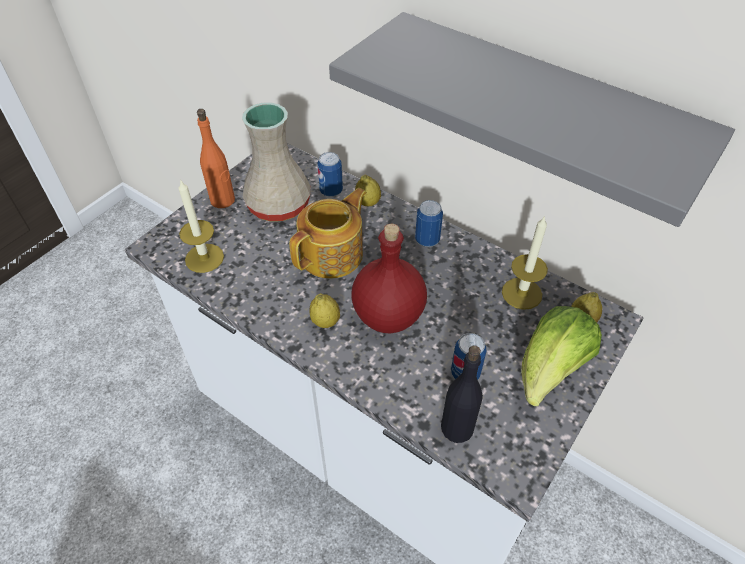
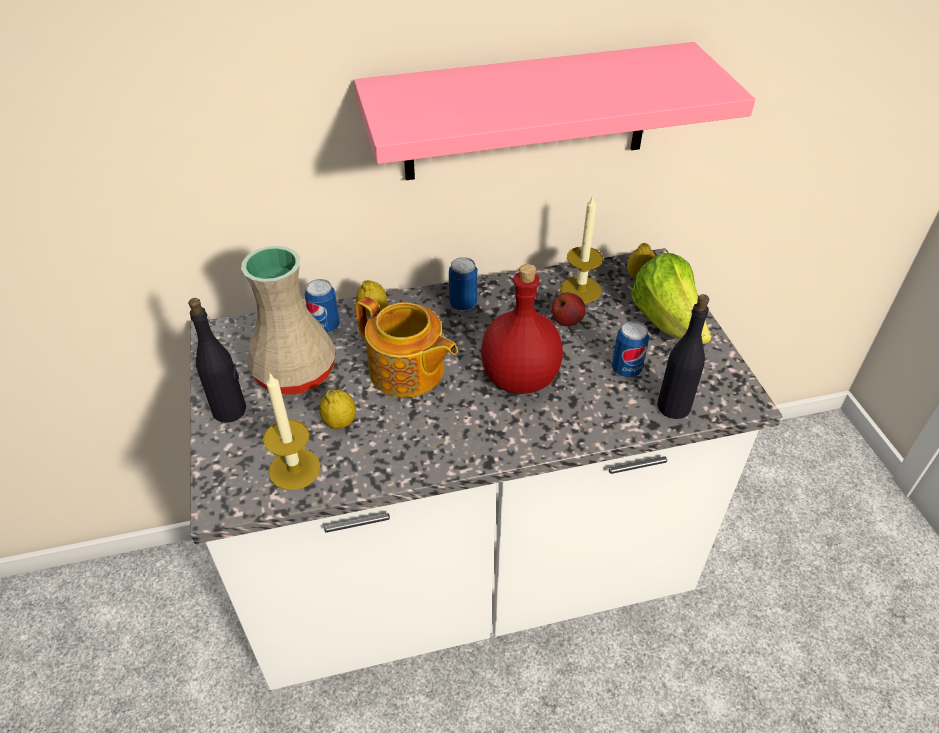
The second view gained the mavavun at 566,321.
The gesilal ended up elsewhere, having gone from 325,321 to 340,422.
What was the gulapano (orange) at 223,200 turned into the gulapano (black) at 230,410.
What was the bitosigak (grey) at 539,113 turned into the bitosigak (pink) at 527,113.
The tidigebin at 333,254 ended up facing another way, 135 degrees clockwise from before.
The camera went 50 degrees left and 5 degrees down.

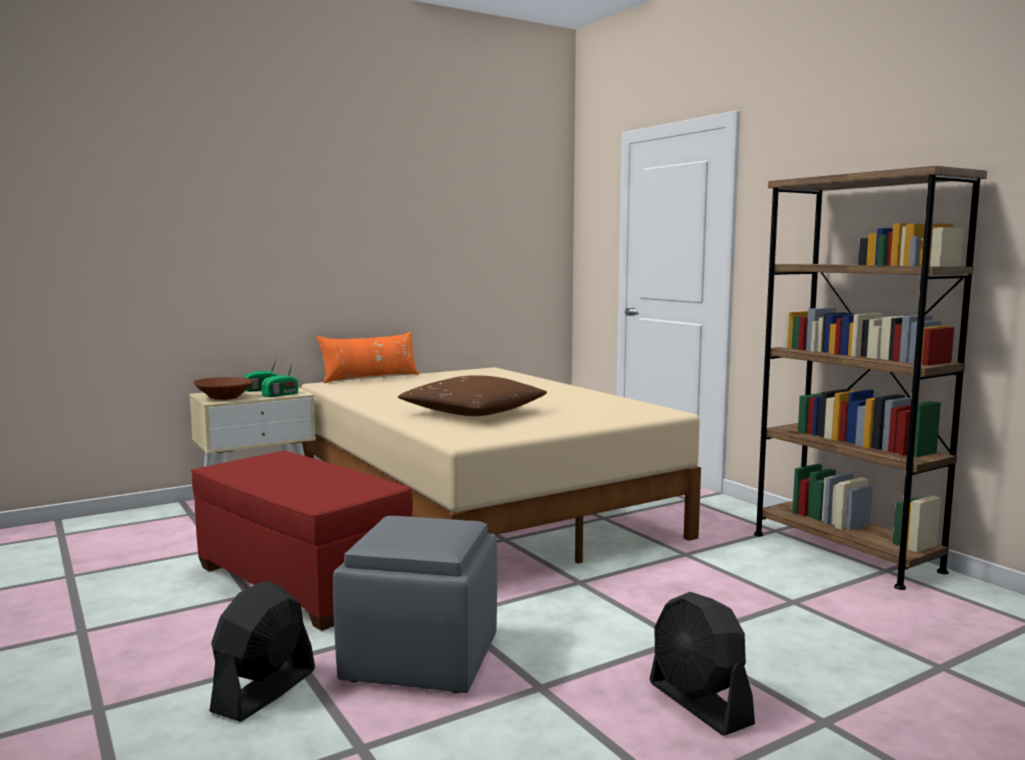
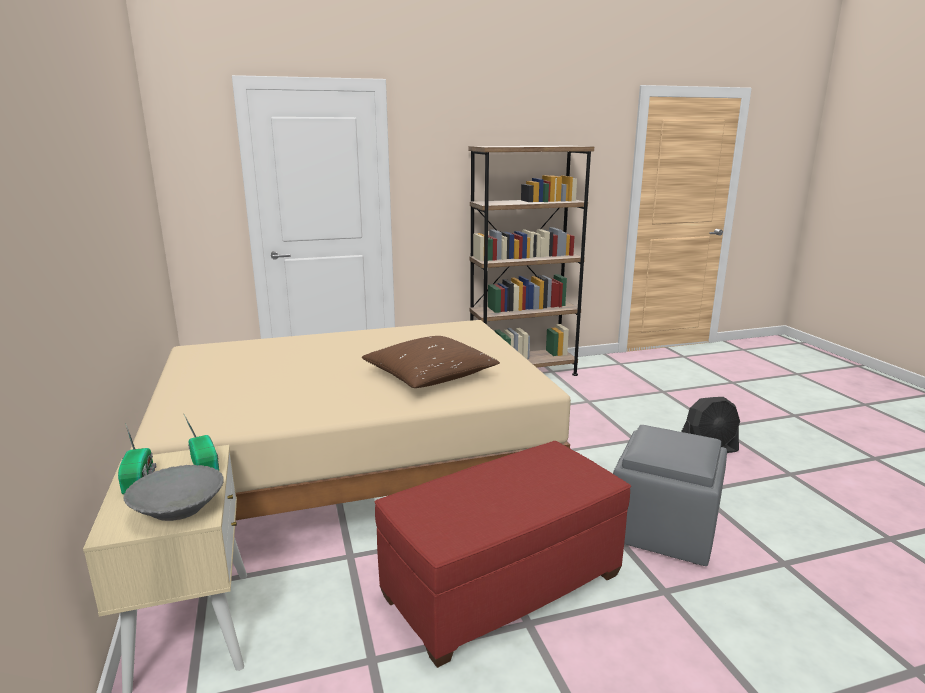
The second view lost the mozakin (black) at 264,691.
The second view lost the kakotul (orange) at 370,378.
What was the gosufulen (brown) at 225,398 turned into the gosufulen (grey) at 178,509.
The camera went 75 degrees left and 10 degrees up.

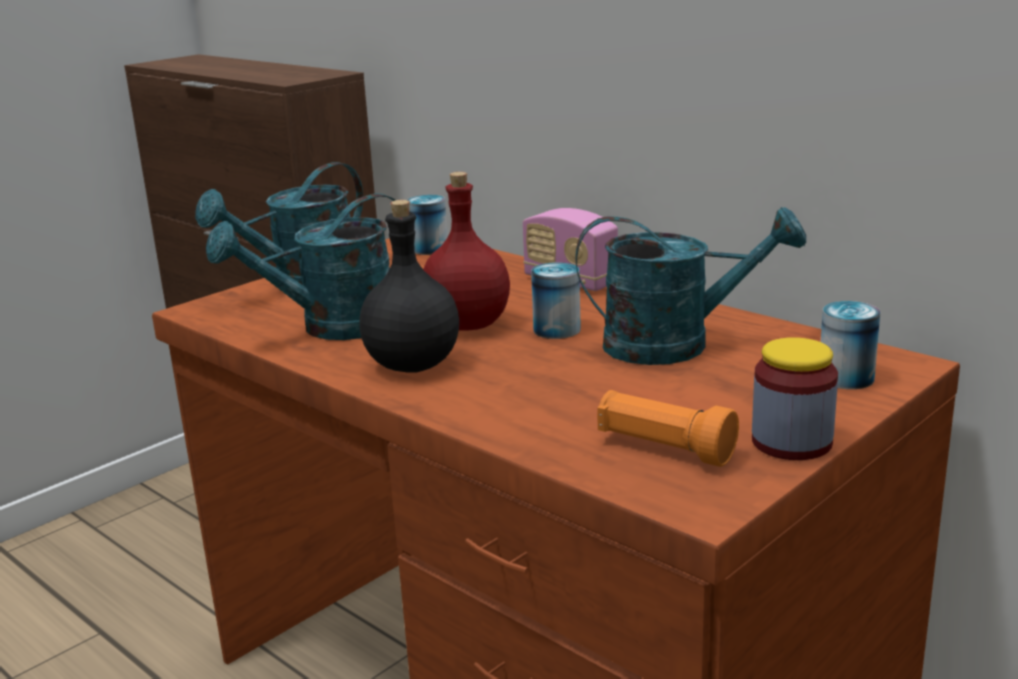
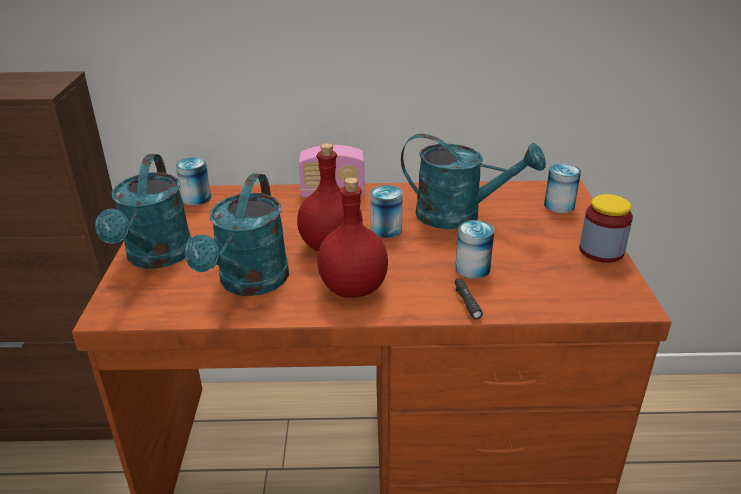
The second view lost the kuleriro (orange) at 663,448.
The second view gained the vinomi at 472,268.
The second view gained the kuleriro (black) at 466,302.
What was the gulapano (black) at 414,365 turned into the gulapano (red) at 354,288.
The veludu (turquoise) at 676,344 ended up facing another way, 60 degrees clockwise from before.
The camera went 45 degrees left and 10 degrees up.

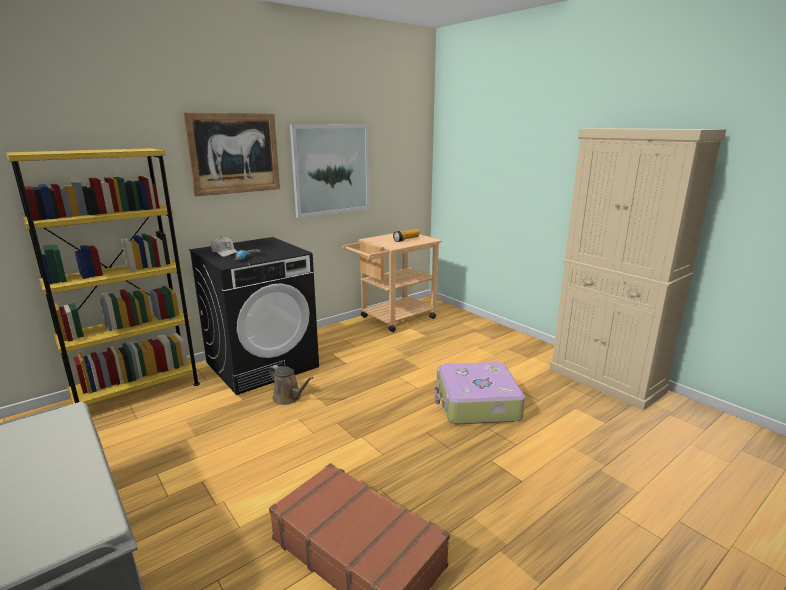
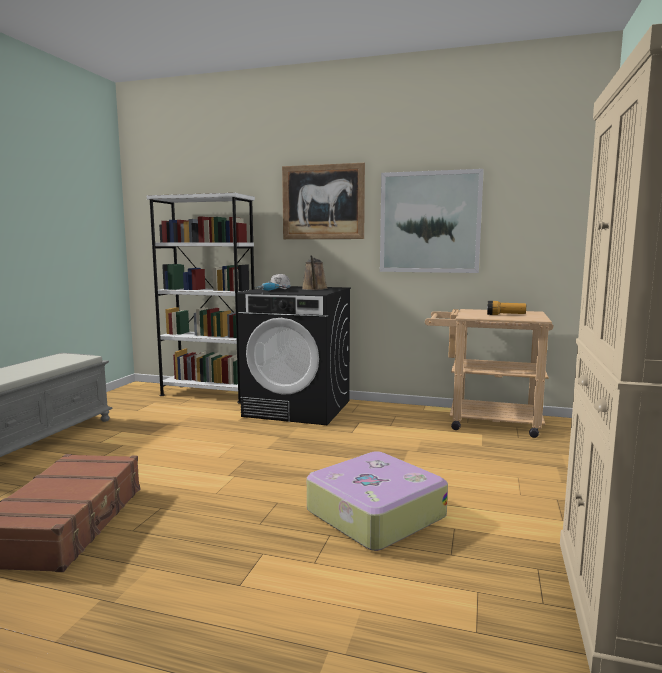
The veludu (brown) ended up elsewhere, having gone from 289,398 to 314,289.
What was the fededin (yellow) at 137,392 turned into the fededin (white) at 209,394.
The camera went 55 degrees right and 10 degrees down.

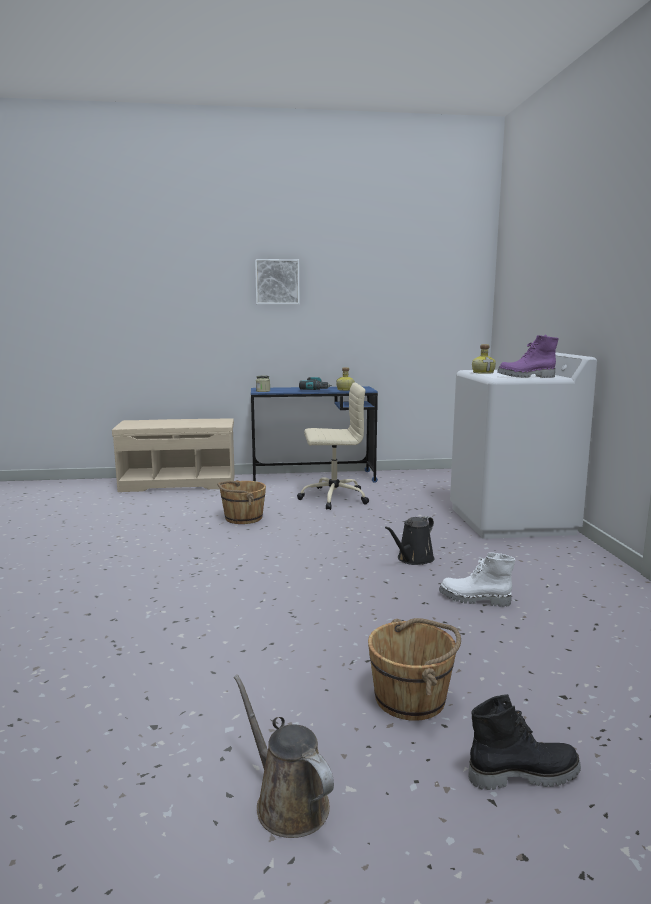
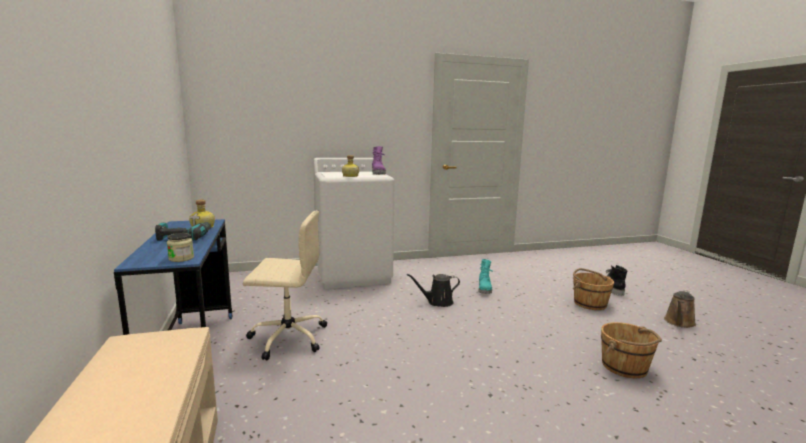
The second view lost the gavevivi at 277,282.
The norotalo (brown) ended up elsewhere, having gone from 242,518 to 625,367.
What was the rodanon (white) at 474,599 turned into the rodanon (turquoise) at 485,289.
The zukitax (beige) at 332,498 ended up facing another way, 105 degrees clockwise from before.
The veludu (black) at 413,559 ended up facing another way, 135 degrees clockwise from before.
The camera went 100 degrees left and 0 degrees up.

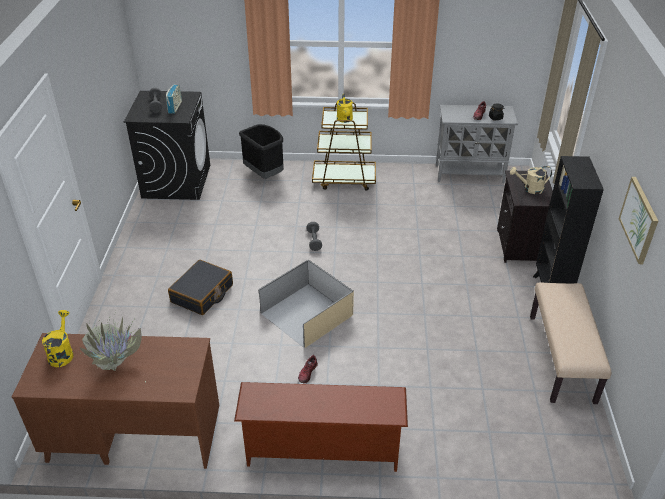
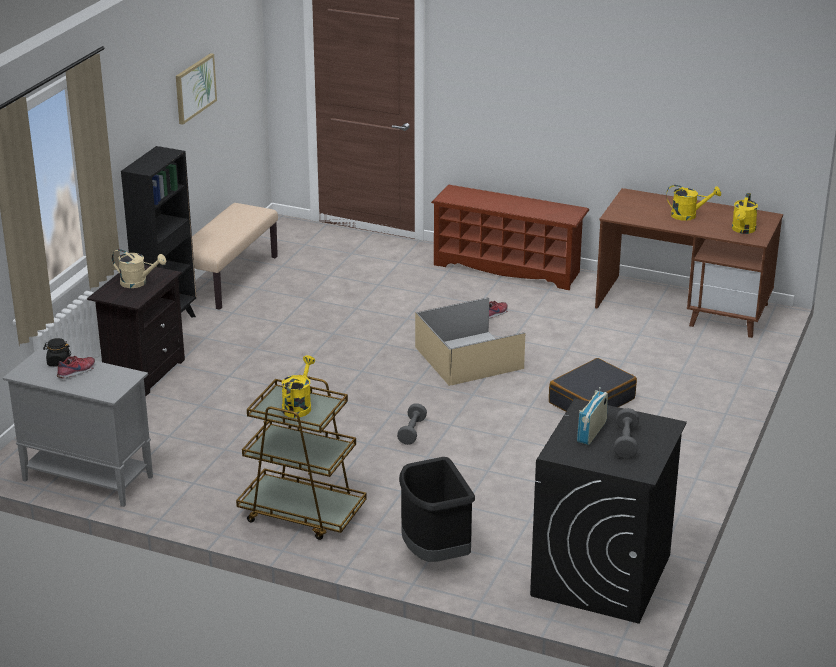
Where the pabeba stood at 117,365, the veludu (yellow) came to stand at 688,215.
The camera went 160 degrees left and 10 degrees down.

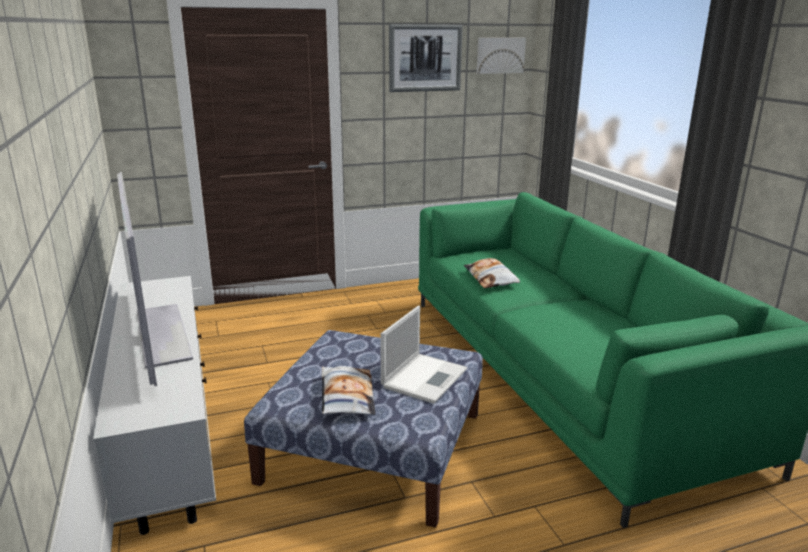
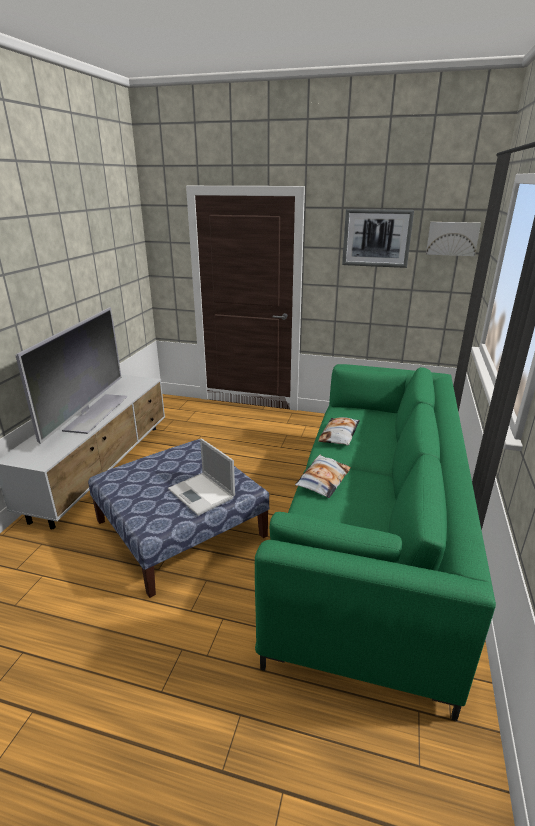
The kakotul ended up elsewhere, having gone from 346,397 to 323,480.
The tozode at 425,377 ended up facing another way, 75 degrees clockwise from before.
The camera went 35 degrees right and 5 degrees up.

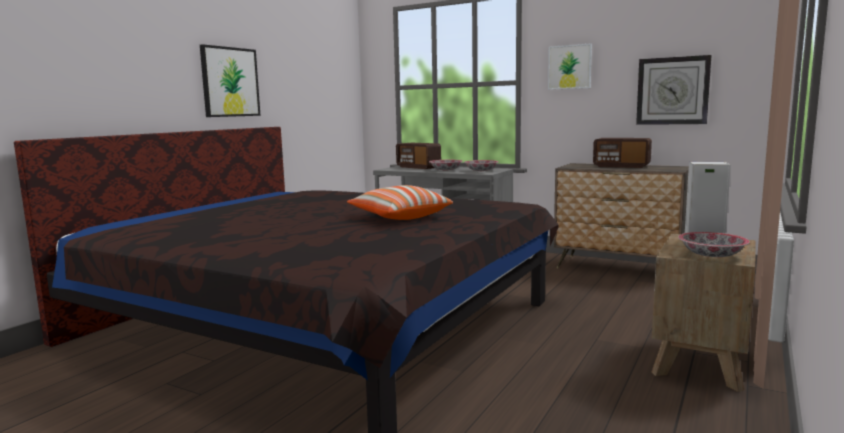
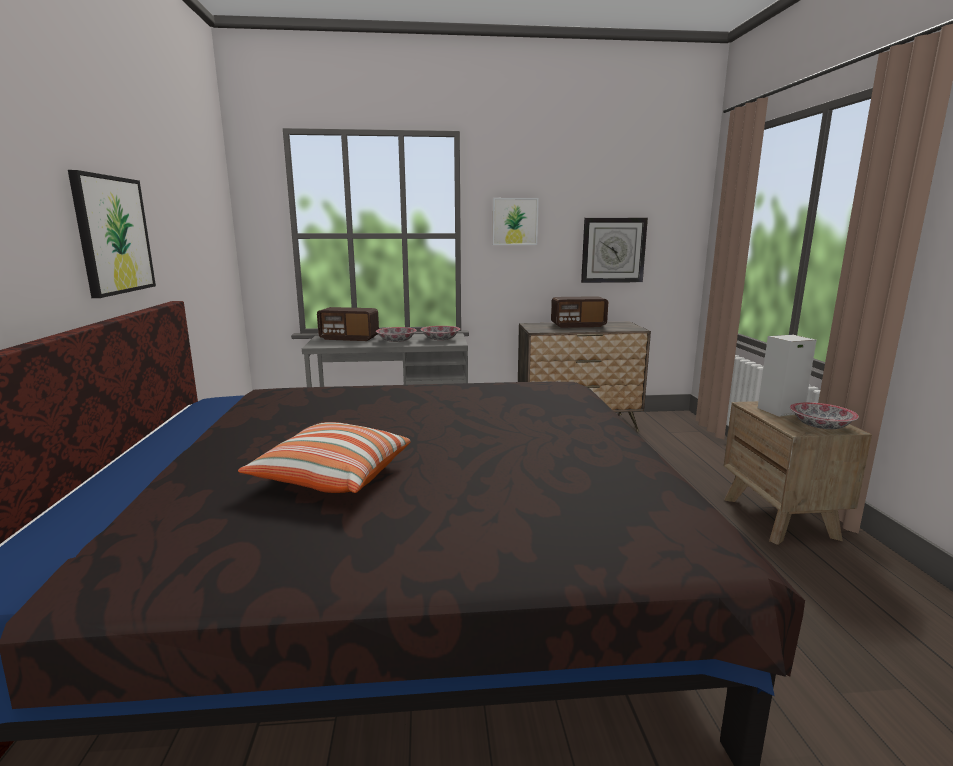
The kakotul ended up elsewhere, having gone from 399,217 to 332,477.
The camera went 35 degrees left and 5 degrees up.

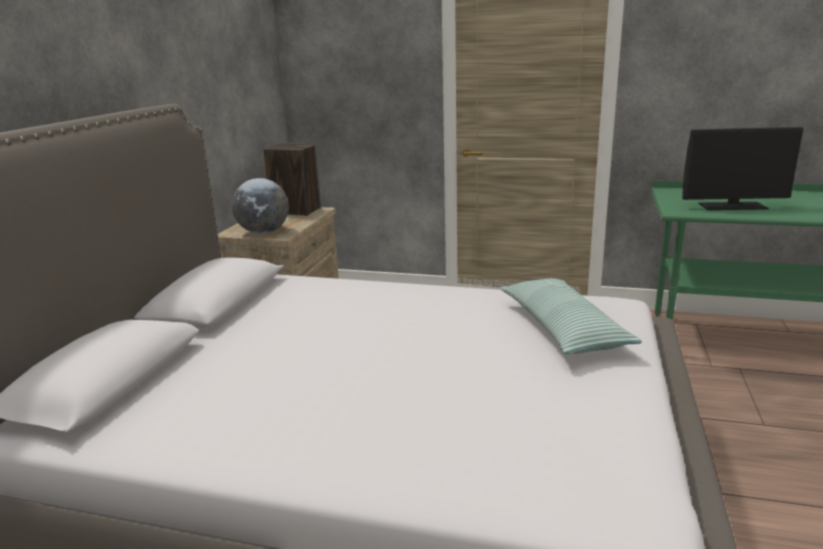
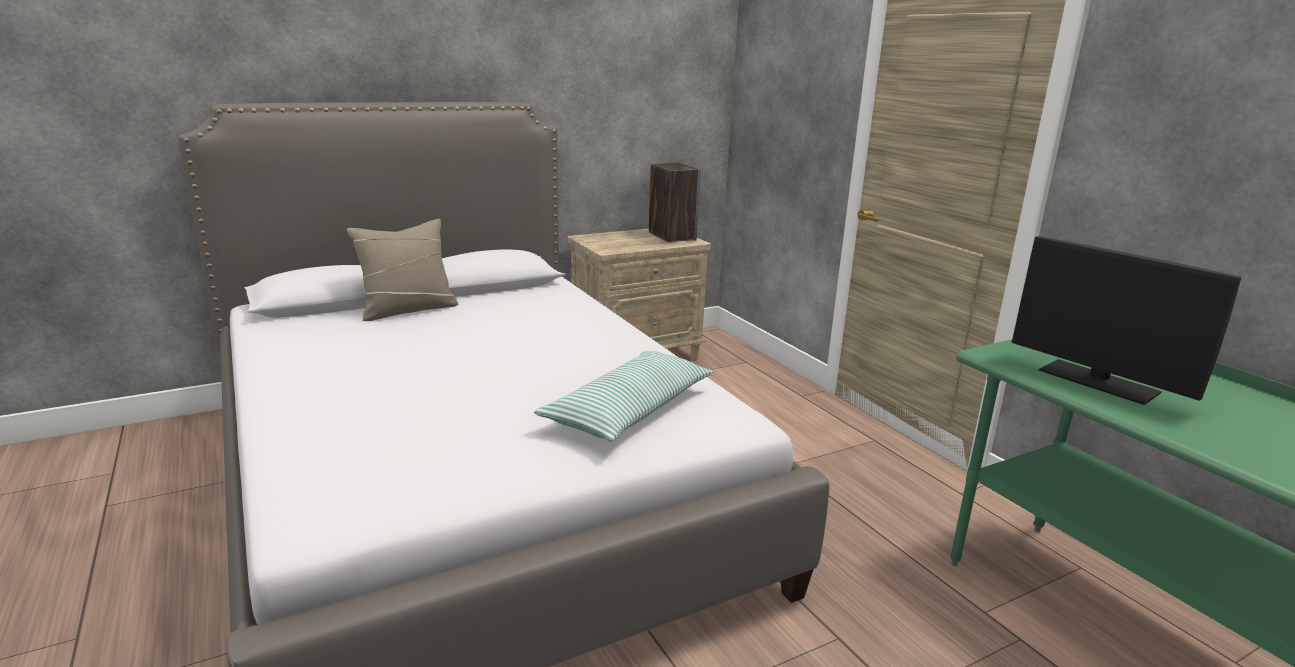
The second view lost the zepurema at 264,232.
The second view gained the kakotul (beige) at 408,310.
The camera went 45 degrees right and 0 degrees up.

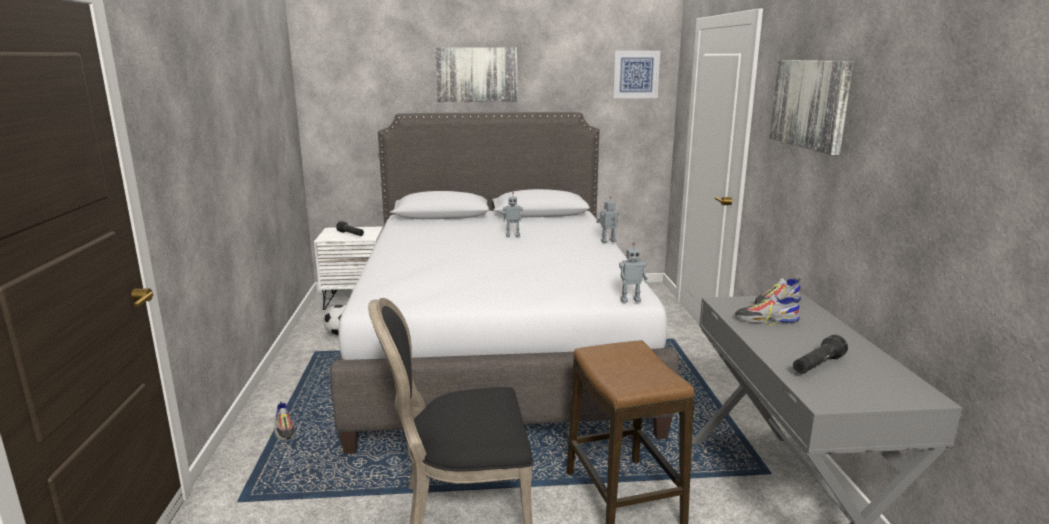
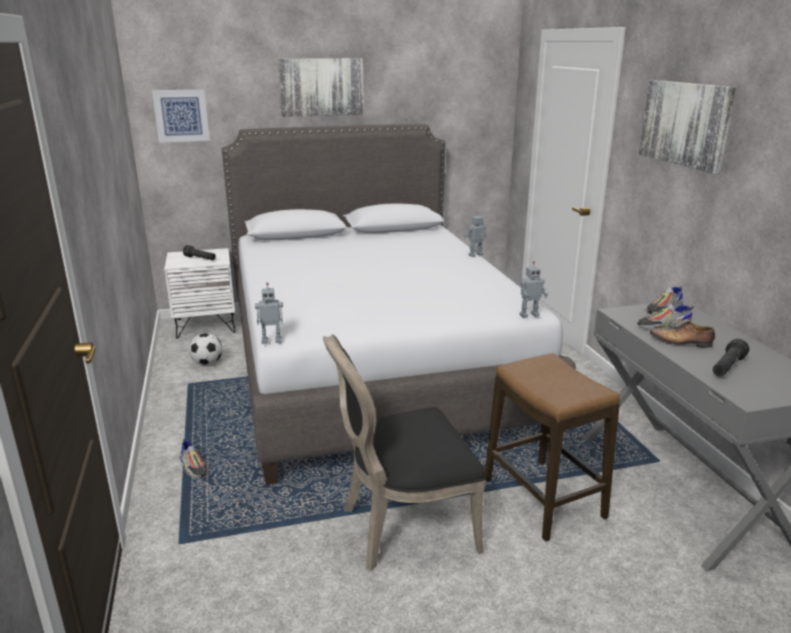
The second view gained the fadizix at 682,343.
The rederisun ended up elsewhere, having gone from 513,235 to 271,340.
The gavevivi ended up elsewhere, having gone from 635,74 to 181,115.
The camera went 10 degrees left and 5 degrees up.

